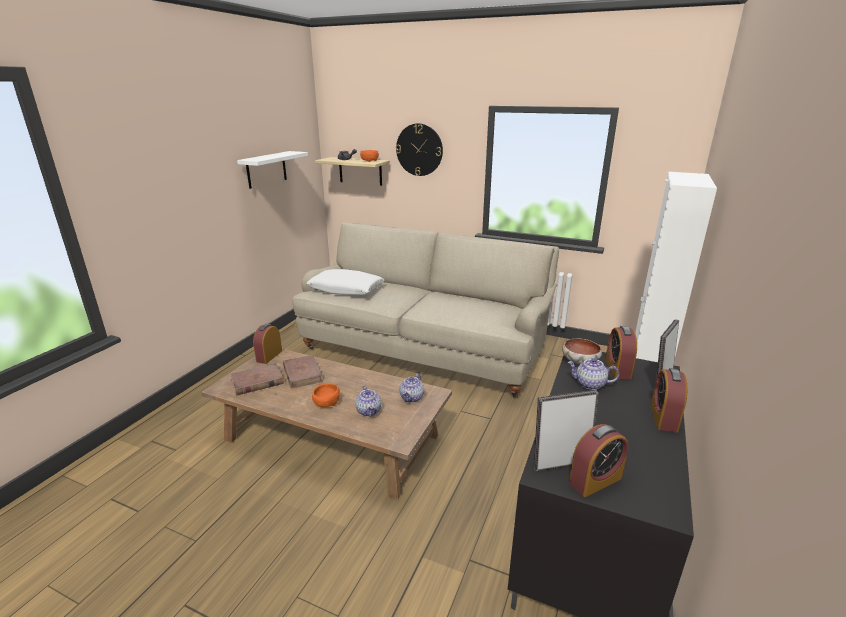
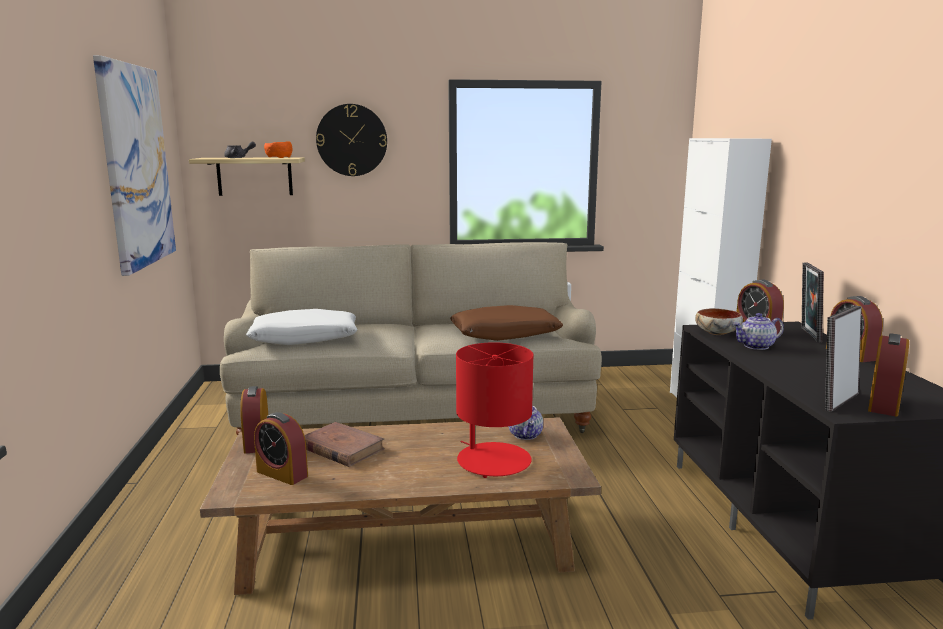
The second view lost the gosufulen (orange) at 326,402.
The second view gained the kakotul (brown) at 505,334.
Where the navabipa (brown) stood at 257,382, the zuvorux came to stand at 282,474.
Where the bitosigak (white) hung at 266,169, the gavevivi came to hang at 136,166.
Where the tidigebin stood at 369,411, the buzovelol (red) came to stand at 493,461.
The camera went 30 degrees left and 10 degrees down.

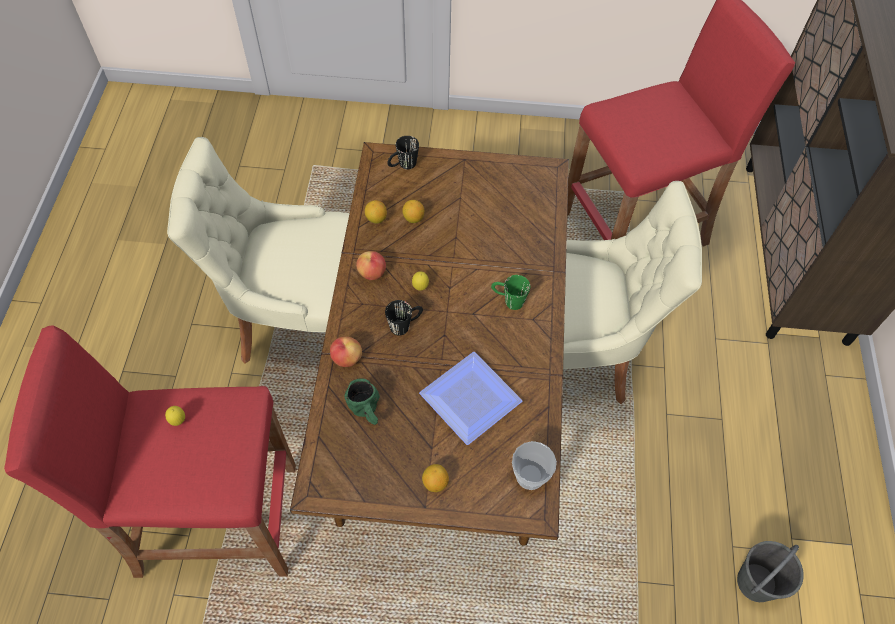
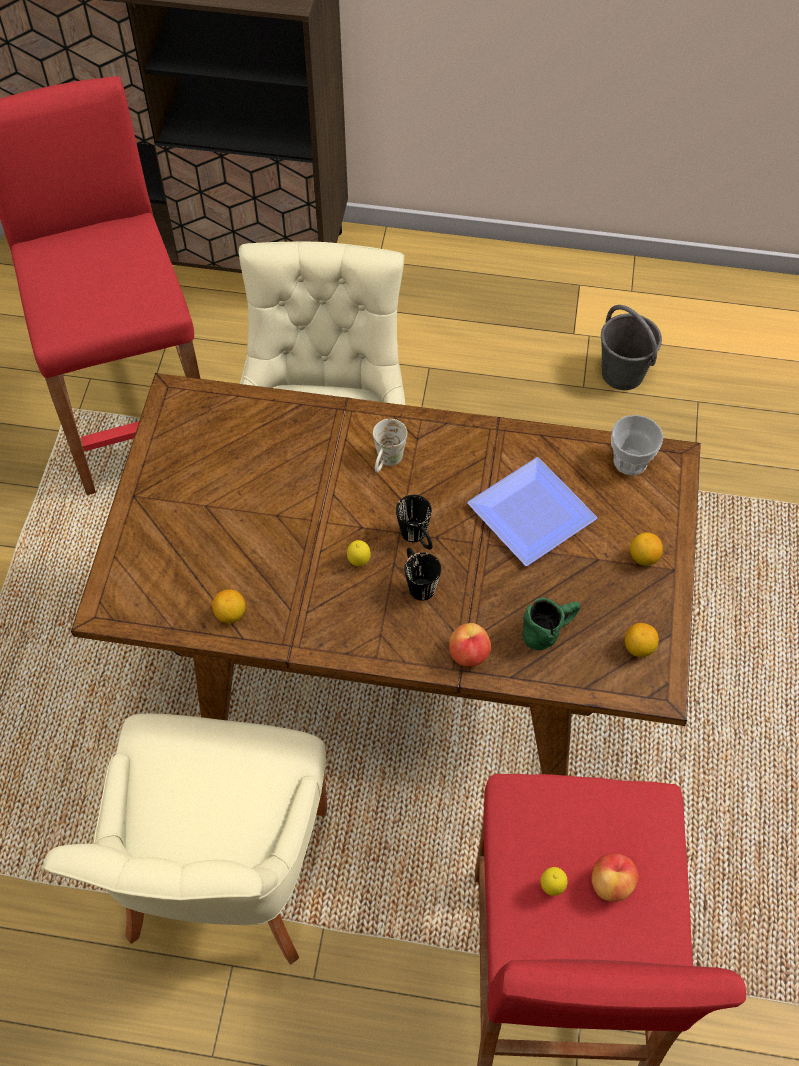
The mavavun ended up elsewhere, having gone from 372,273 to 611,883.
The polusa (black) ended up elsewhere, having gone from 403,165 to 418,538.
The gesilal ended up elsewhere, having gone from 413,218 to 638,648.
What was the polusa (green) at 508,300 turned into the polusa (white) at 387,462.
The camera went 85 degrees left and 0 degrees up.

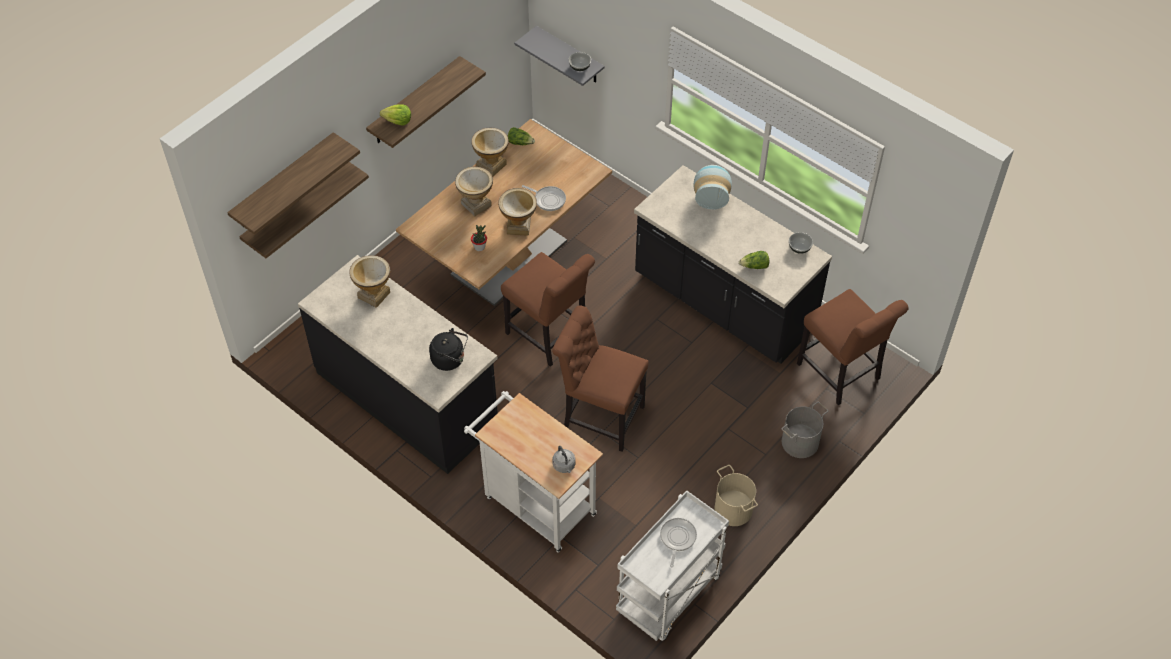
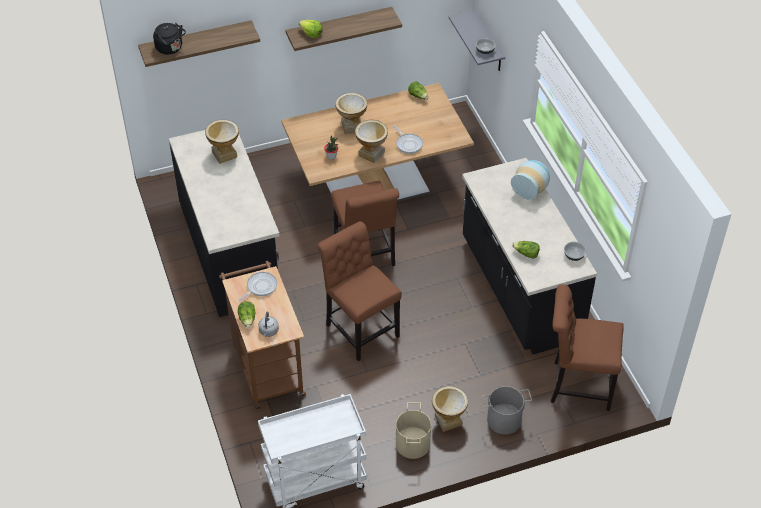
The second view lost the bitosigak at 294,206.
The second view gained the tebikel at 247,319.
The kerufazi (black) ended up elsewhere, having gone from 450,359 to 170,48.
The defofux ended up elsewhere, having gone from 491,165 to 448,420.
The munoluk ended up elsewhere, having gone from 677,538 to 260,287.
What was the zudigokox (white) at 535,502 turned into the zudigokox (brown) at 266,366.
The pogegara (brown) at 841,374 ended up facing another way, 105 degrees clockwise from before.
The camera went 30 degrees right and 5 degrees down.

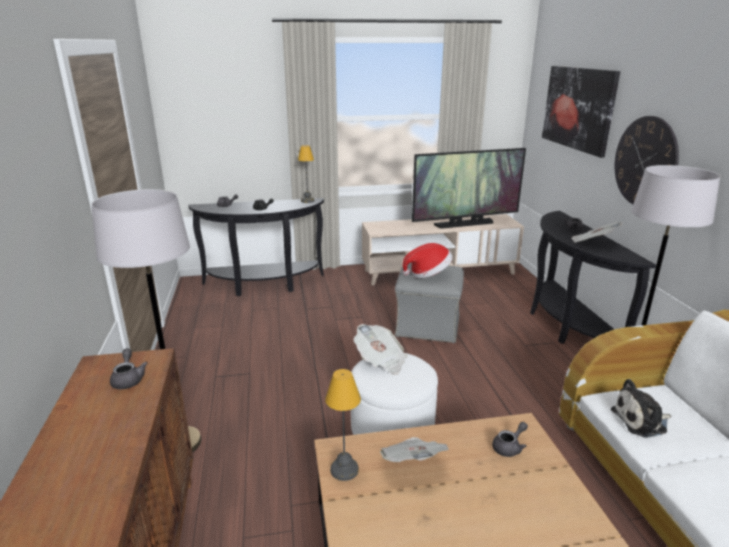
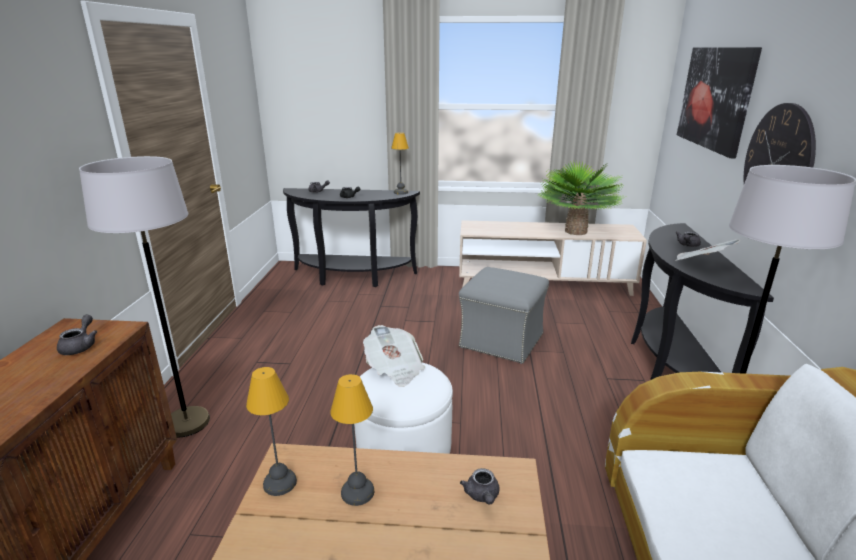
The second view lost the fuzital at 428,274.
The second view lost the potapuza at 641,421.
Where the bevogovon stood at 412,463, the buzovelol came to stand at 357,491.
Where the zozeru stood at 464,224, the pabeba came to stand at 576,231.
The tidigebin (grey) at 509,447 ended up facing another way, 105 degrees clockwise from before.
The camera went 15 degrees right and 0 degrees up.

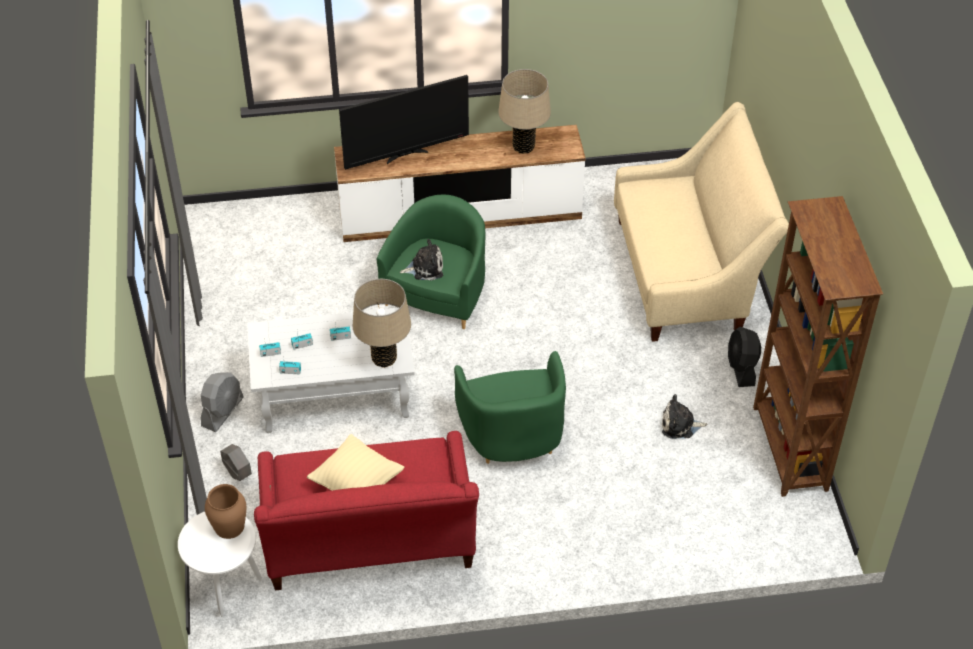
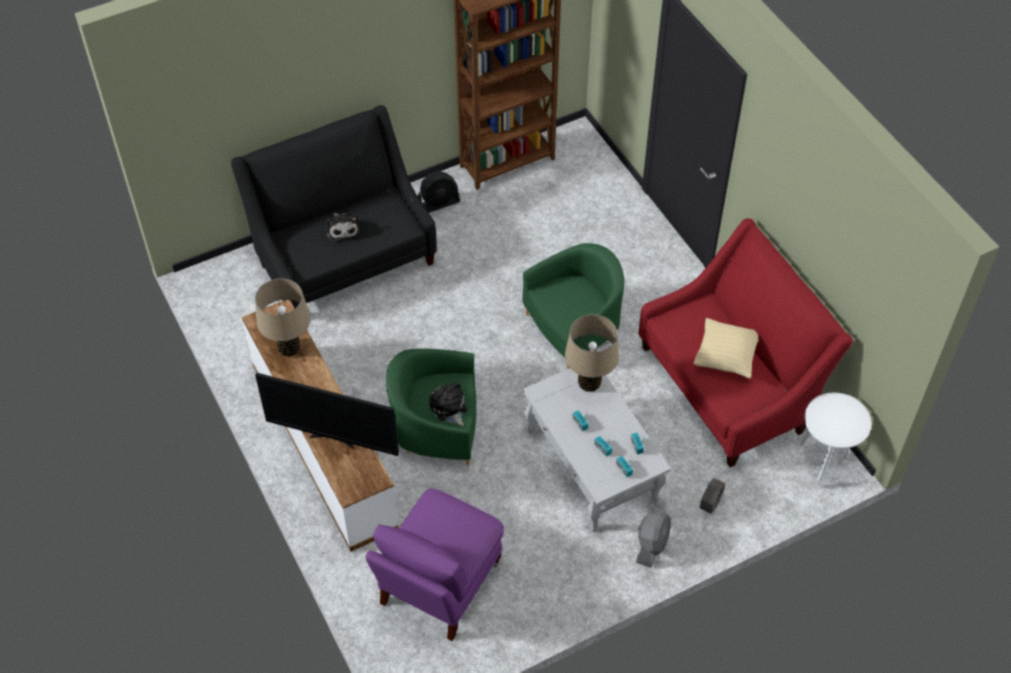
The second view lost the defofux (brown) at 229,526.
The second view gained the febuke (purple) at 439,584.
The potapuza ended up elsewhere, having gone from 680,425 to 342,229.
What was the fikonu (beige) at 688,274 turned into the fikonu (black) at 343,258.
The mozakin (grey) at 223,411 ended up facing another way, 105 degrees clockwise from before.
The zozeru at 406,155 ended up facing another way, 150 degrees clockwise from before.
The camera went 110 degrees left and 5 degrees up.

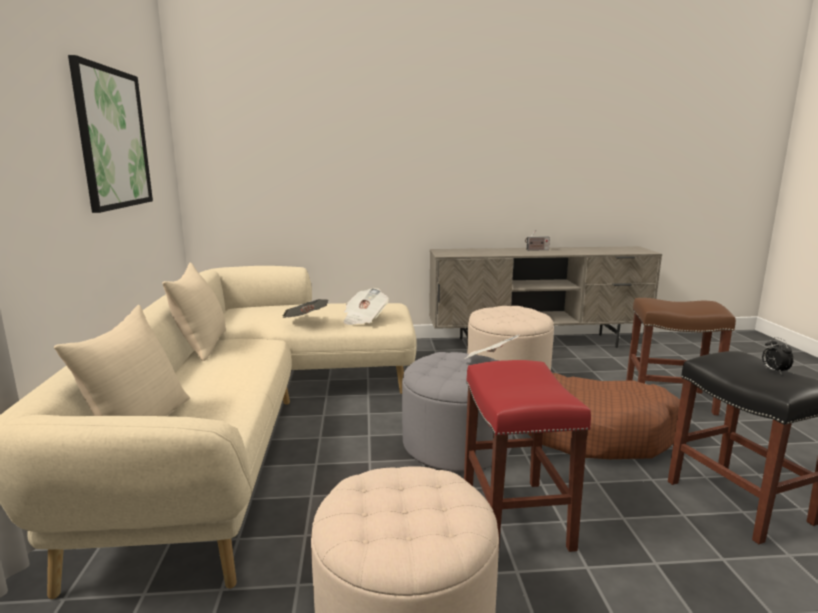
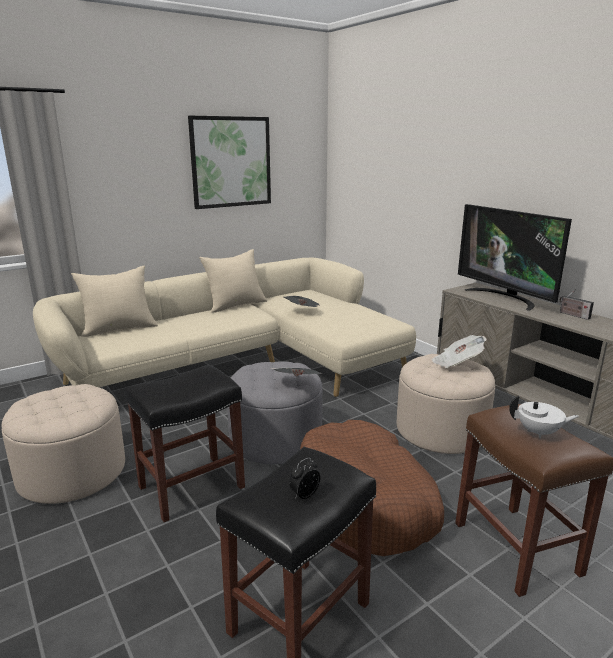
The second view gained the zozeru at 505,297.
The second view gained the tidigebin (white) at 539,432.
The bevogovon ended up elsewhere, having gone from 364,319 to 457,363.
What was the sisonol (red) at 514,516 turned into the sisonol (black) at 192,486.
The camera went 60 degrees right and 5 degrees up.

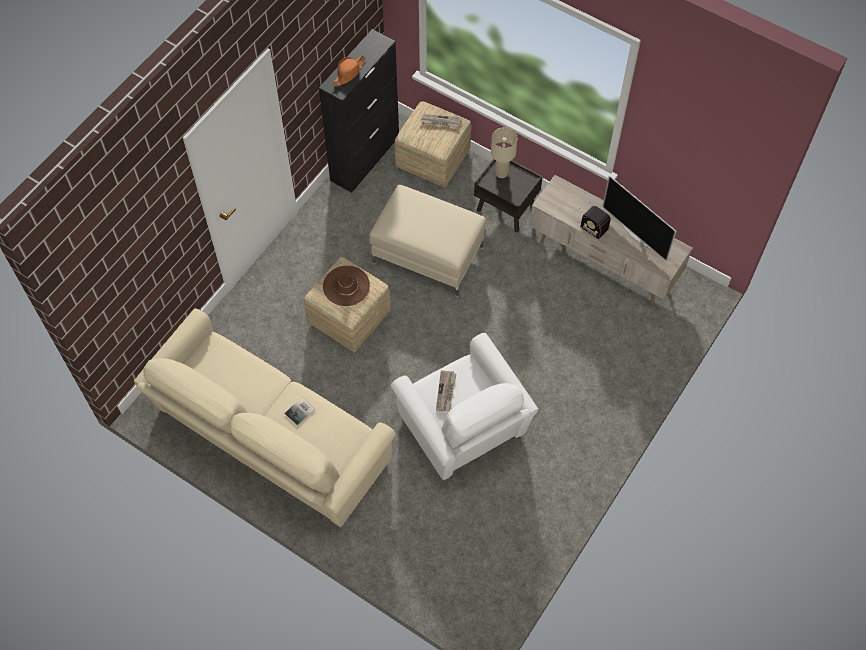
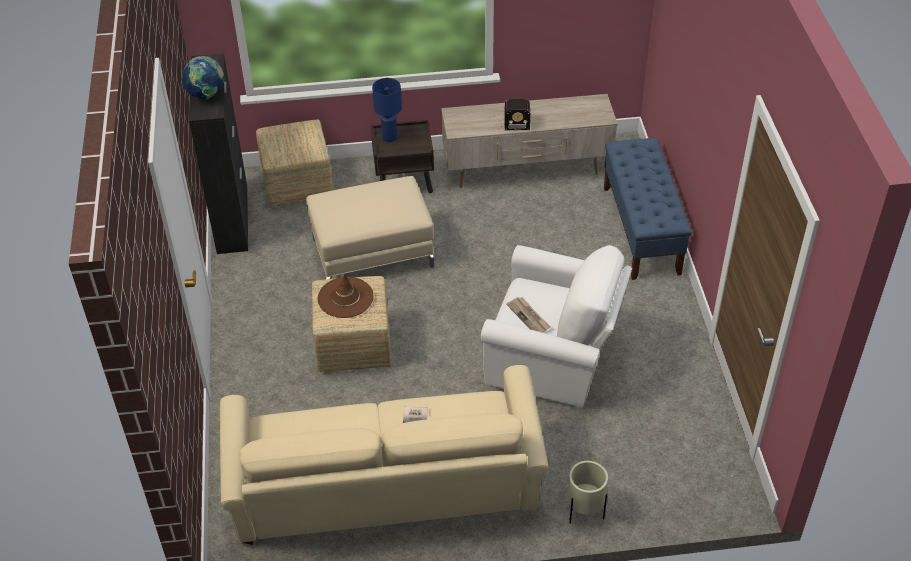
The second view lost the bevogovon at 440,122.
The second view lost the zozeru at 636,235.
The second view gained the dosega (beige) at 584,512.
The second view gained the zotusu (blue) at 641,230.
Where the fuzital (orange) stood at 349,72, the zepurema came to stand at 206,95.
What was the buzovelol (beige) at 502,172 turned into the buzovelol (blue) at 390,137.
The camera went 40 degrees left and 15 degrees down.

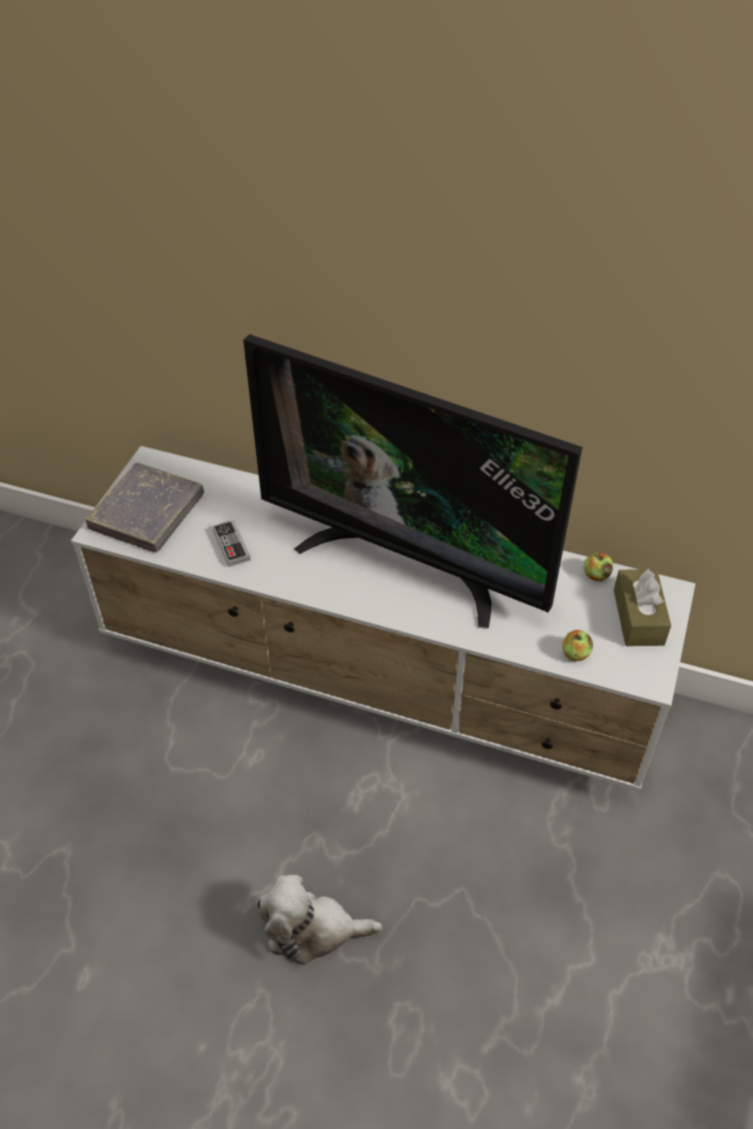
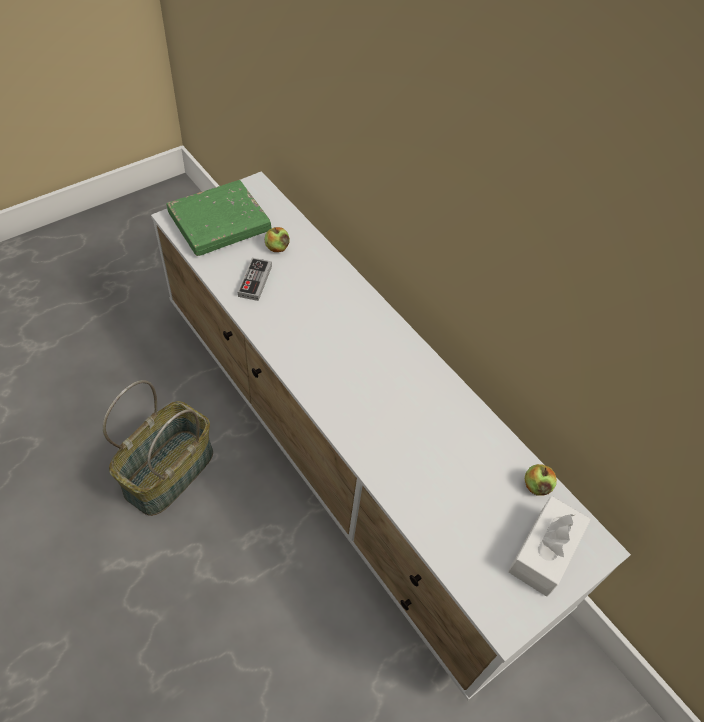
The second view lost the zozeru at 406,562.
The second view lost the potapuza at 313,930.
The second view gained the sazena at 168,471.
The mavavun ended up elsewhere, having gone from 575,654 to 277,248.
What was the navabipa (grey) at 147,512 turned into the navabipa (green) at 219,223.
What was the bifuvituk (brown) at 638,617 turned into the bifuvituk (white) at 544,552.
The camera went 30 degrees right and 5 degrees up.

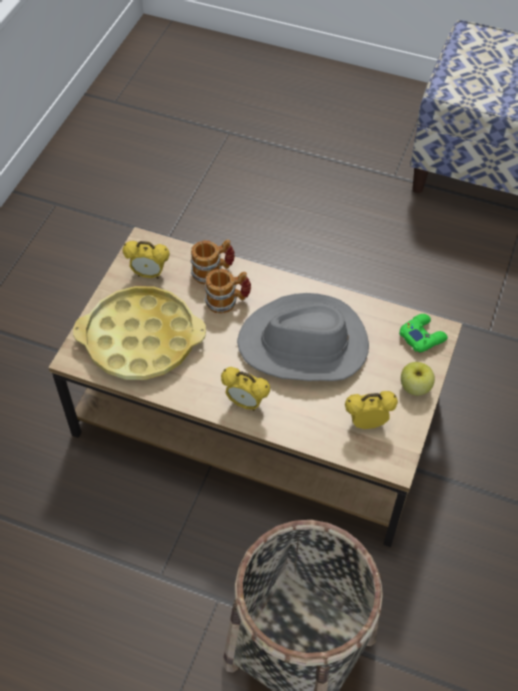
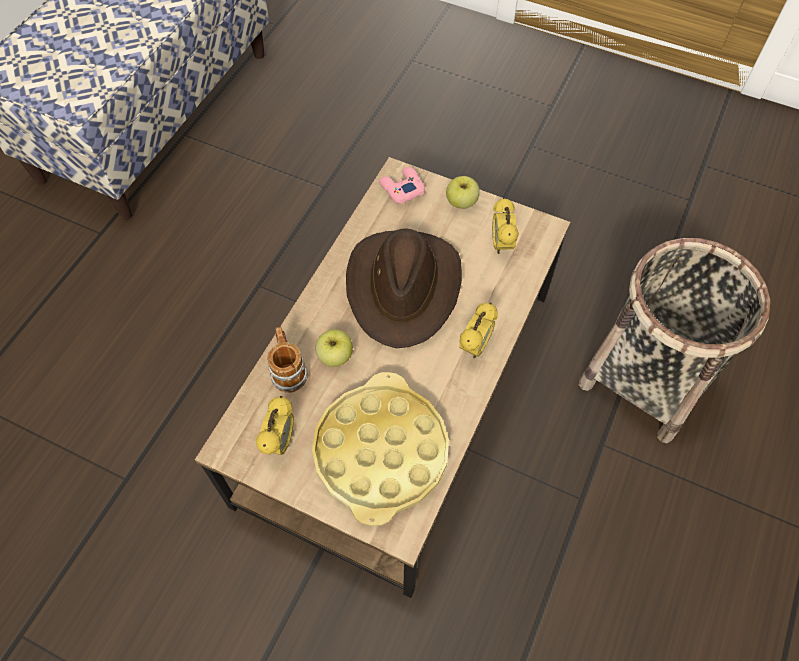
Where the polusa stood at 227,301, the mavavun came to stand at 335,356.
What was the fuzital (grey) at 304,345 turned into the fuzital (brown) at 404,287.
What was the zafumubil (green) at 422,336 turned into the zafumubil (pink) at 401,188.
The camera went 85 degrees left and 5 degrees up.

